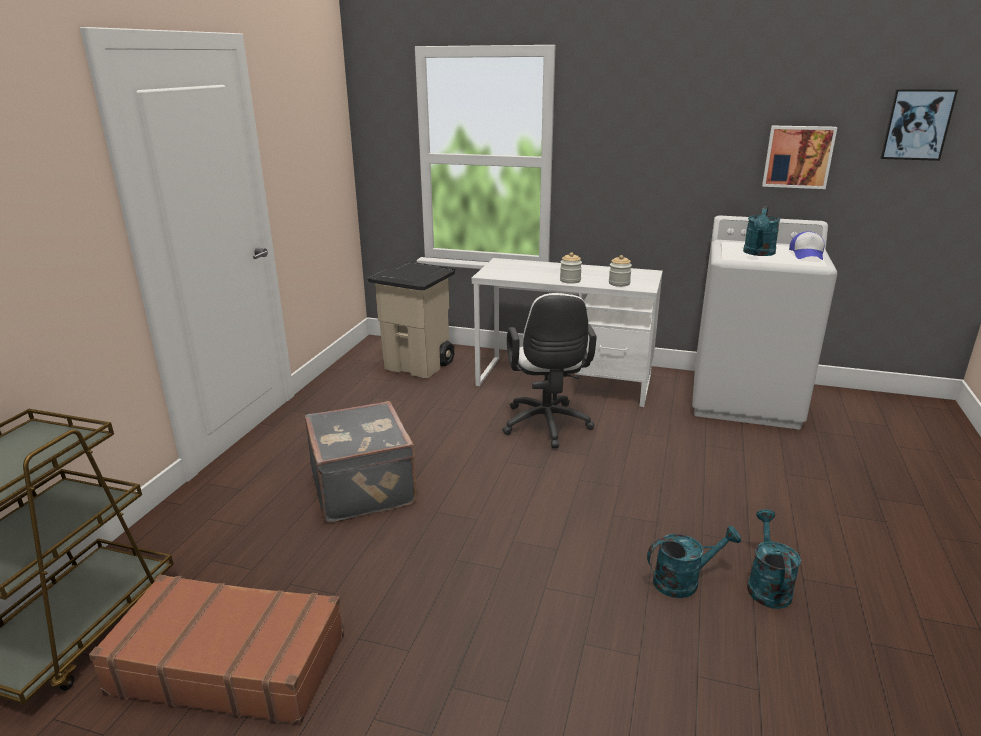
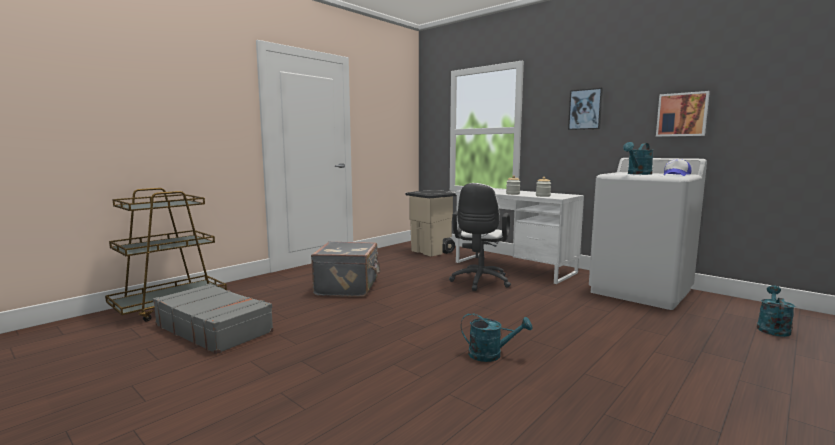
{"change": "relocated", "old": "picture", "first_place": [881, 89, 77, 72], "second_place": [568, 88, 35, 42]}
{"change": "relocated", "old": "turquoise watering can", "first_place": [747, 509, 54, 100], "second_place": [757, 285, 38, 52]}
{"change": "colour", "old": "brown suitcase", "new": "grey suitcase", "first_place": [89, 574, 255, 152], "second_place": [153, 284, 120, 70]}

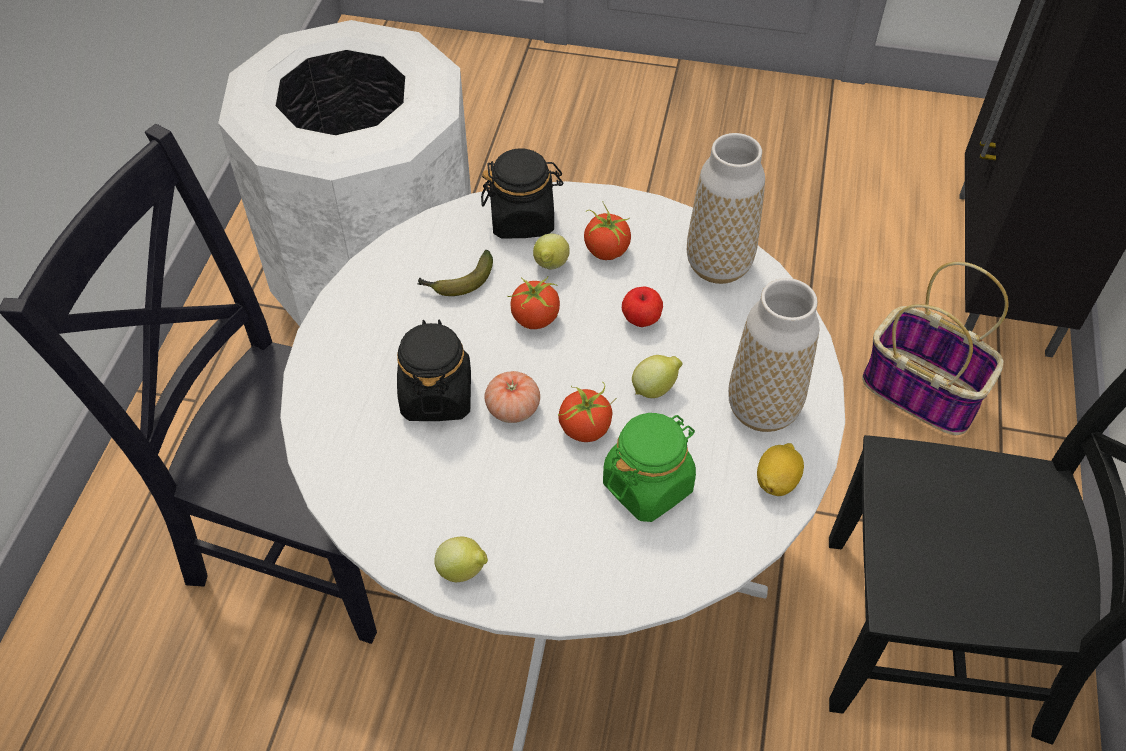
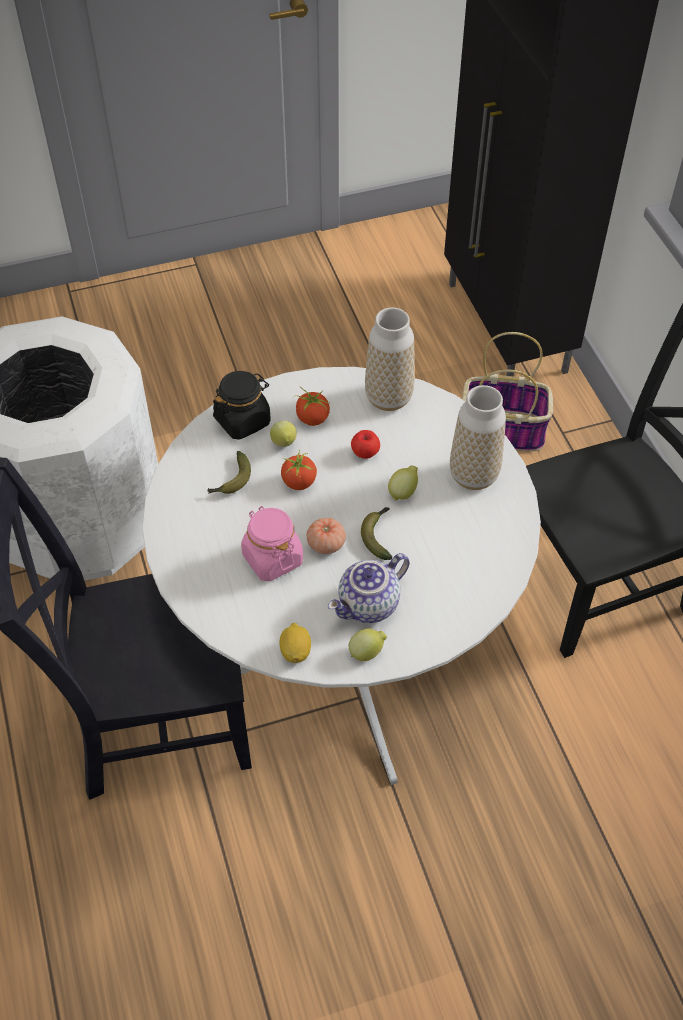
{"change": "colour", "old": "black jar", "new": "pink jar", "first_place": [397, 320, 74, 101], "second_place": [241, 506, 62, 75]}
{"change": "exchanged", "old": "tomato", "new": "banana", "first_place": [558, 382, 59, 60], "second_place": [361, 507, 31, 53]}
{"change": "missing", "old": "green jar", "first_place": [603, 413, 93, 109]}
{"change": "relocated", "old": "lemon", "first_place": [757, 443, 47, 53], "second_place": [279, 623, 32, 40]}
{"change": "appeared", "new": "teapot", "second_place": [328, 553, 81, 70]}

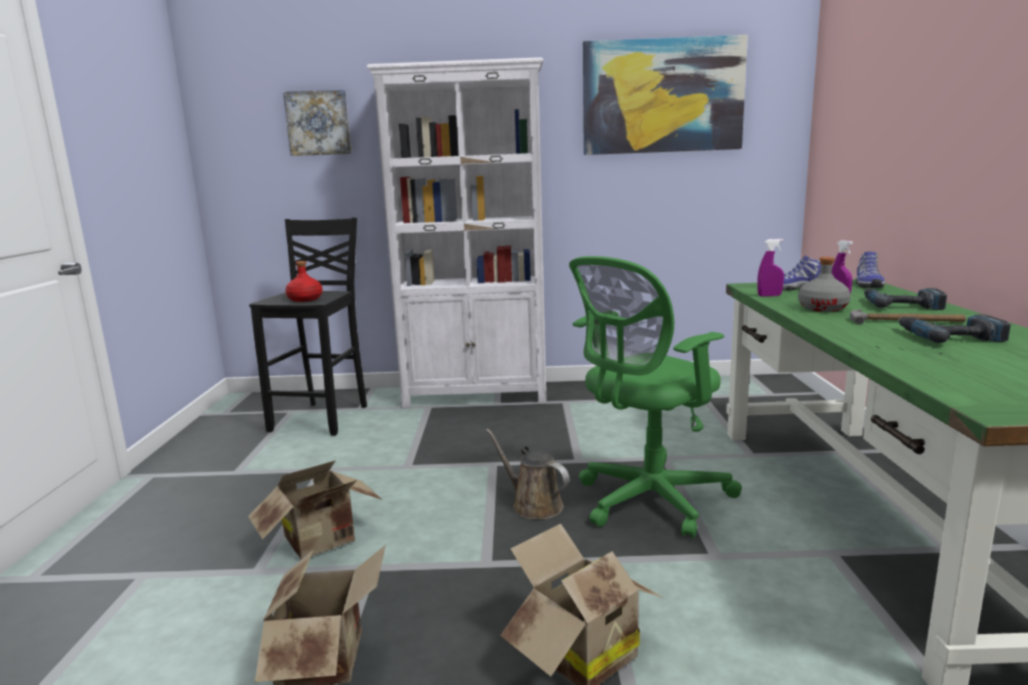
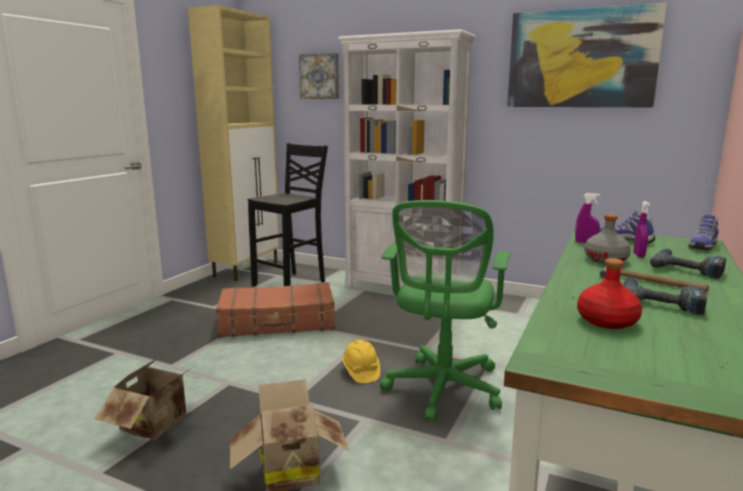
{"change": "spun", "old": "green office chair", "first_place": [569, 256, 173, 282], "second_place": [380, 200, 130, 222], "degrees": -60}
{"change": "relocated", "old": "red bottle", "first_place": [285, 261, 38, 41], "second_place": [577, 258, 65, 71]}
{"change": "exchanged", "old": "brown watering can", "new": "yellow hard hat", "first_place": [486, 429, 84, 91], "second_place": [342, 340, 38, 43]}
{"change": "missing", "old": "cardboard box", "first_place": [248, 460, 134, 99]}
{"change": "appeared", "new": "beige cabinet", "second_place": [188, 5, 92, 276]}
{"change": "appeared", "new": "brown suitcase", "second_place": [216, 282, 119, 55]}

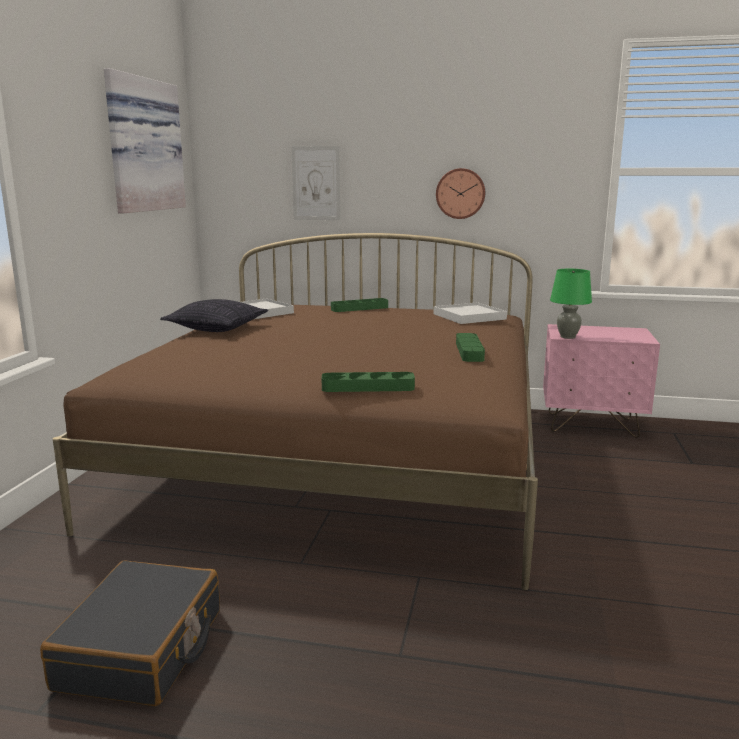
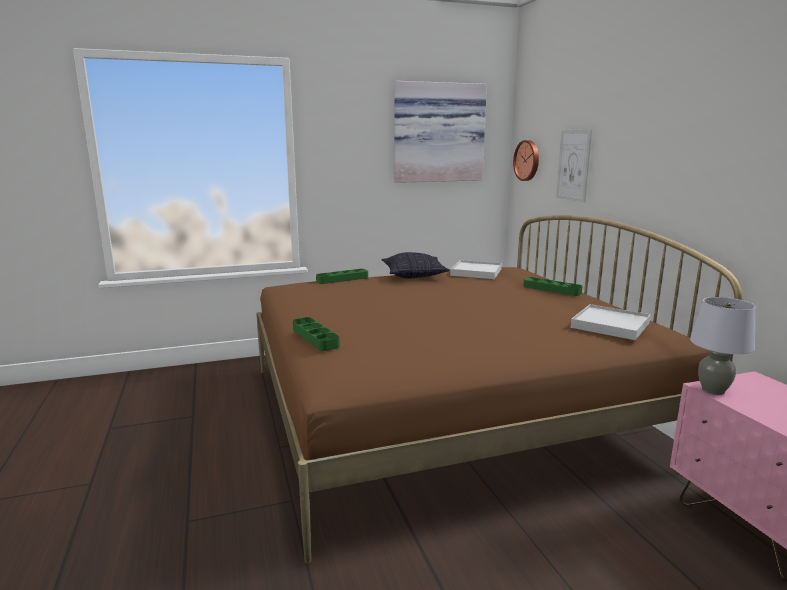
{"change": "relocated", "old": "wall clock", "first_place": [436, 168, 49, 51], "second_place": [513, 140, 26, 41]}
{"change": "colour", "old": "green table lamp", "new": "grey table lamp", "first_place": [550, 269, 42, 70], "second_place": [690, 297, 65, 98]}
{"change": "relocated", "old": "green tray", "first_place": [456, 333, 29, 29], "second_place": [316, 269, 52, 15]}
{"change": "missing", "old": "black suitcase", "first_place": [40, 561, 180, 145]}

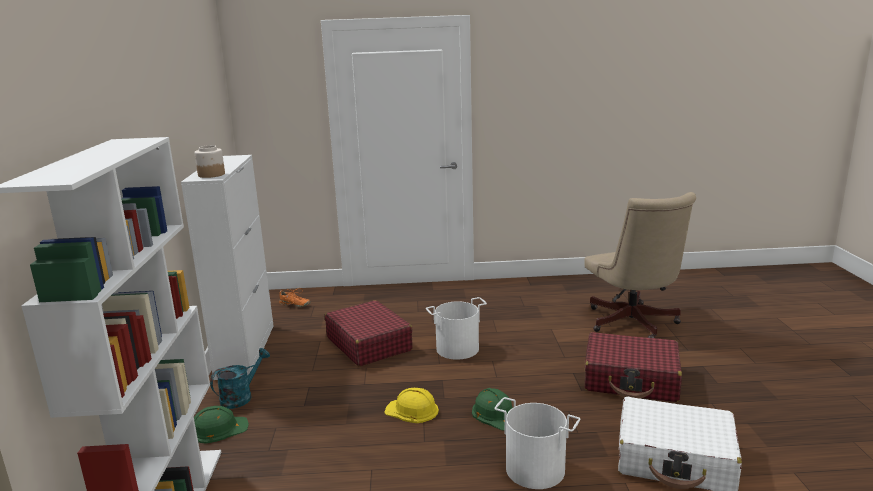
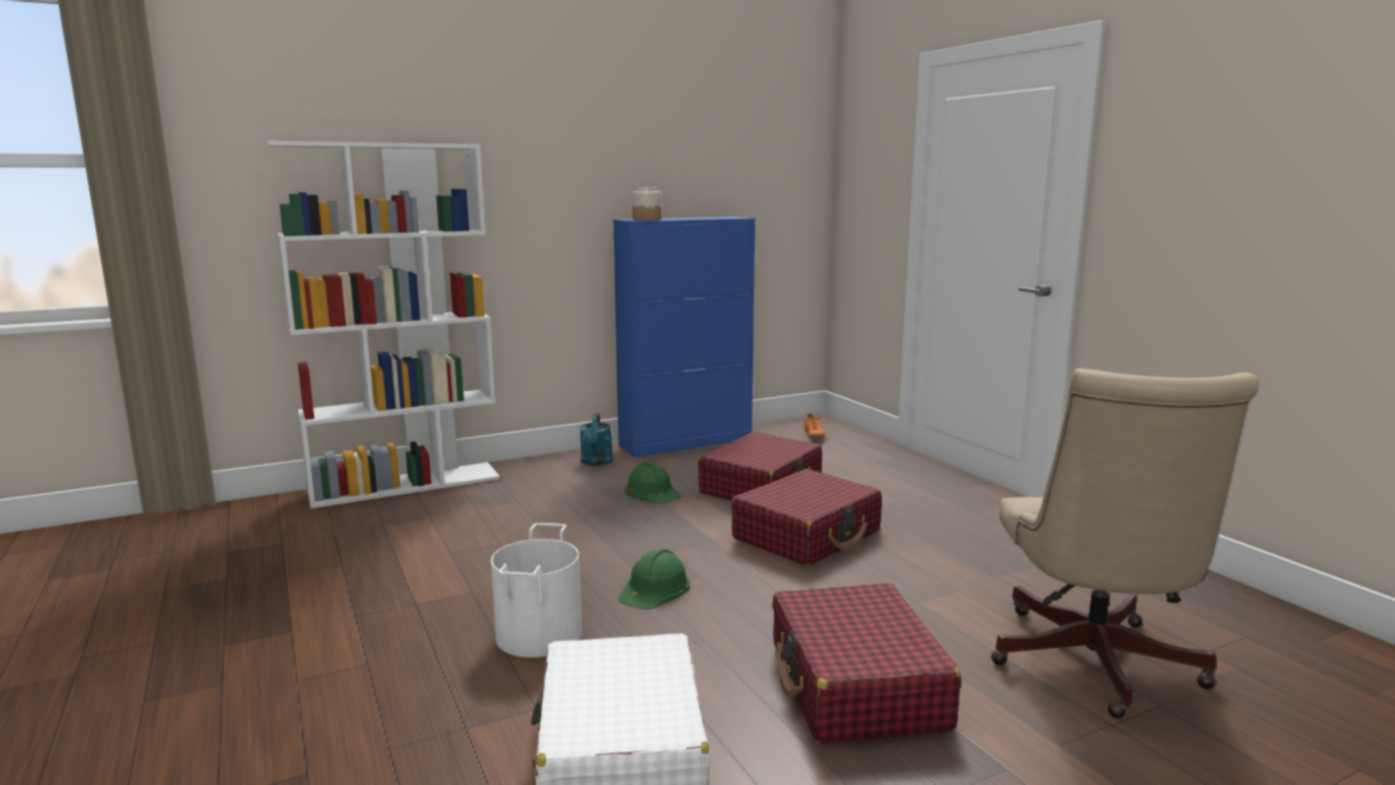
{"change": "colour", "old": "white cabinet", "new": "blue cabinet", "first_place": [181, 155, 92, 225], "second_place": [613, 217, 142, 240]}
{"change": "spun", "old": "beige office chair", "first_place": [584, 192, 112, 146], "second_place": [991, 369, 268, 349], "degrees": -45}
{"change": "exchanged", "old": "white bucket", "new": "red suitcase", "first_place": [426, 297, 61, 63], "second_place": [731, 469, 151, 97]}
{"change": "spun", "old": "turquoise watering can", "first_place": [210, 348, 60, 61], "second_place": [580, 413, 33, 53], "degrees": 75}
{"change": "missing", "old": "yellow hard hat", "first_place": [384, 388, 55, 35]}
{"change": "relocated", "old": "green hard hat", "first_place": [194, 406, 55, 38], "second_place": [625, 462, 56, 41]}

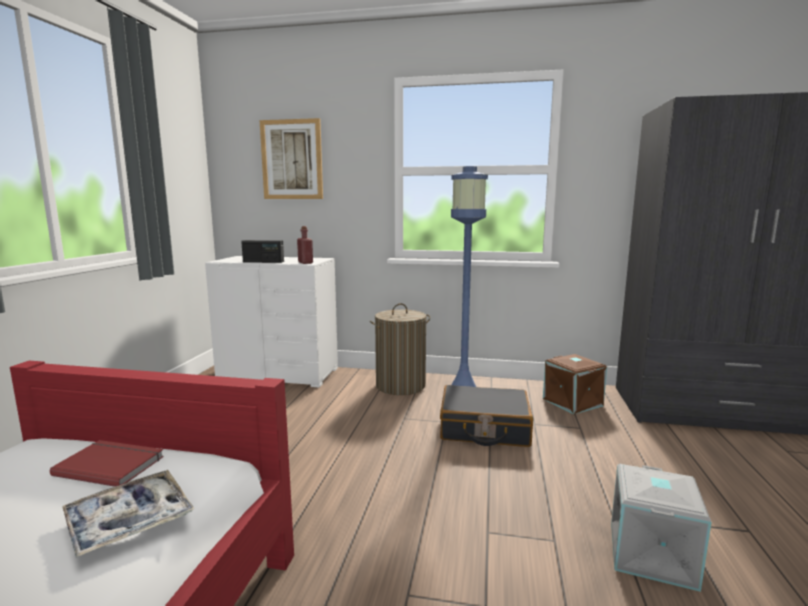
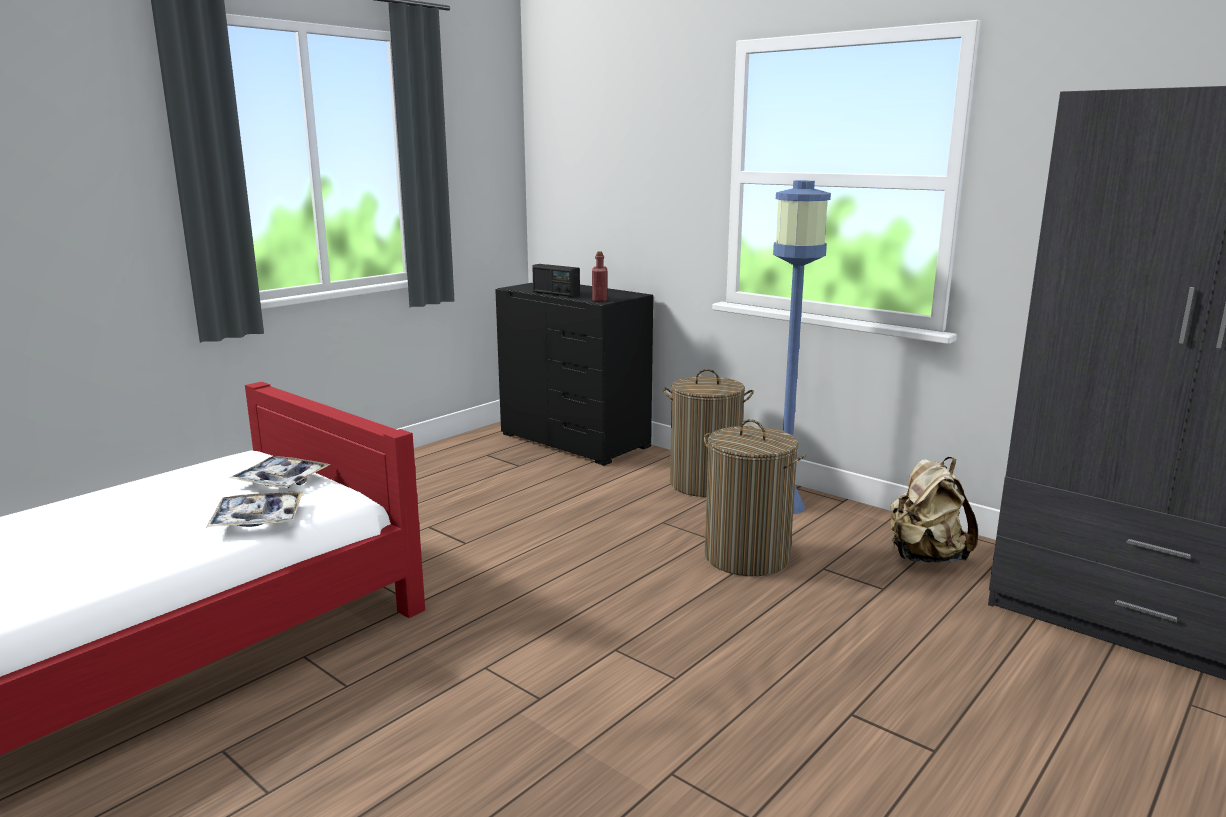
{"change": "missing", "old": "picture", "first_place": [260, 118, 63, 81]}
{"change": "colour", "old": "white dresser", "new": "black dresser", "first_place": [205, 256, 133, 132], "second_place": [495, 283, 158, 183]}
{"change": "exchanged", "old": "brown storage box", "new": "beige backpack", "first_place": [543, 354, 64, 61], "second_place": [890, 457, 88, 106]}
{"change": "exchanged", "old": "black suitcase", "new": "laundry basket", "first_place": [440, 385, 93, 62], "second_place": [704, 419, 102, 157]}
{"change": "exchanged", "old": "red book", "new": "tray", "first_place": [50, 440, 114, 47], "second_place": [229, 456, 101, 32]}
{"change": "missing", "old": "grey storage box", "first_place": [611, 464, 100, 128]}

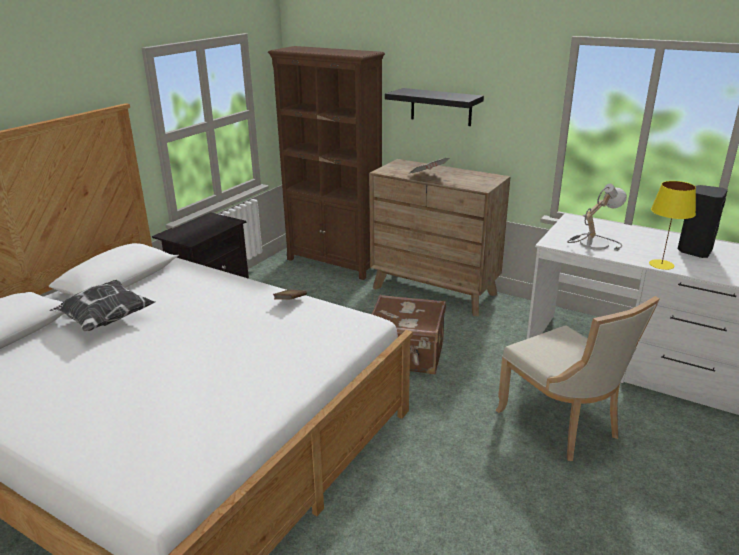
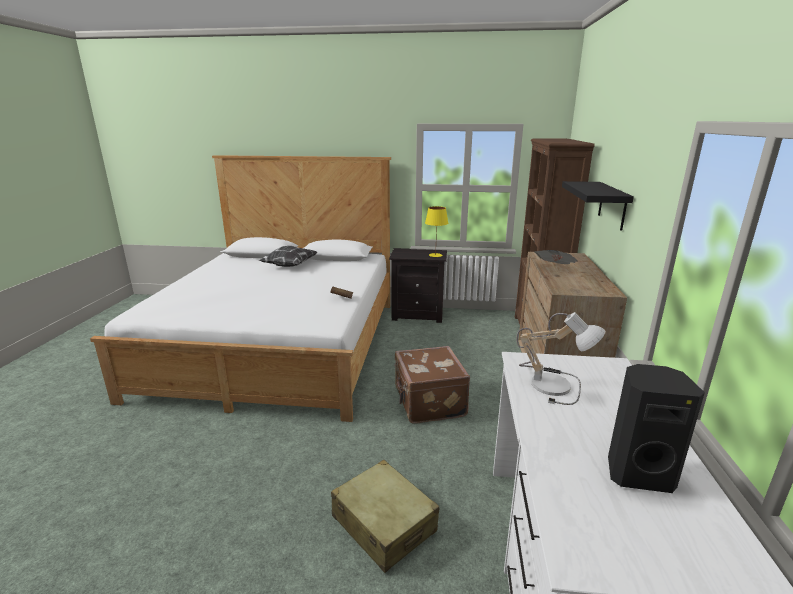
{"change": "relocated", "old": "yellow table lamp", "first_place": [649, 181, 47, 89], "second_place": [425, 206, 23, 51]}
{"change": "exchanged", "old": "beige chair", "new": "beige suitcase", "first_place": [496, 296, 164, 165], "second_place": [331, 460, 108, 113]}

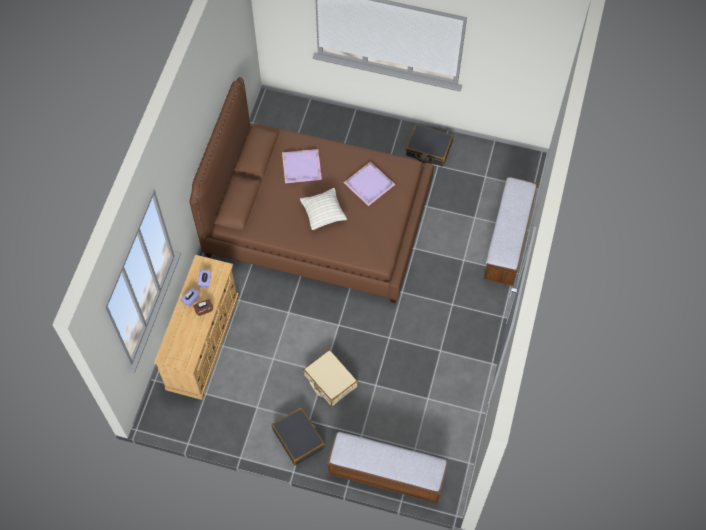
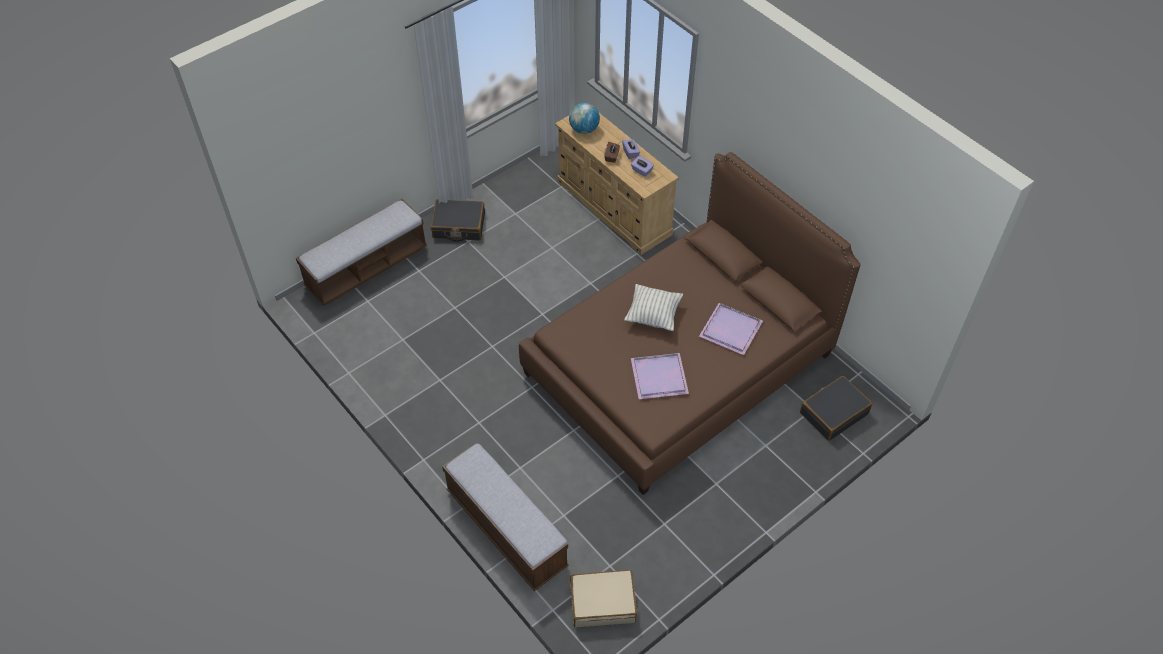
{"change": "relocated", "old": "black suitcase", "first_place": [406, 124, 47, 43], "second_place": [800, 376, 72, 65]}
{"change": "relocated", "old": "beige suitcase", "first_place": [303, 350, 55, 56], "second_place": [570, 570, 67, 58]}
{"change": "appeared", "new": "globe", "second_place": [569, 102, 31, 32]}

